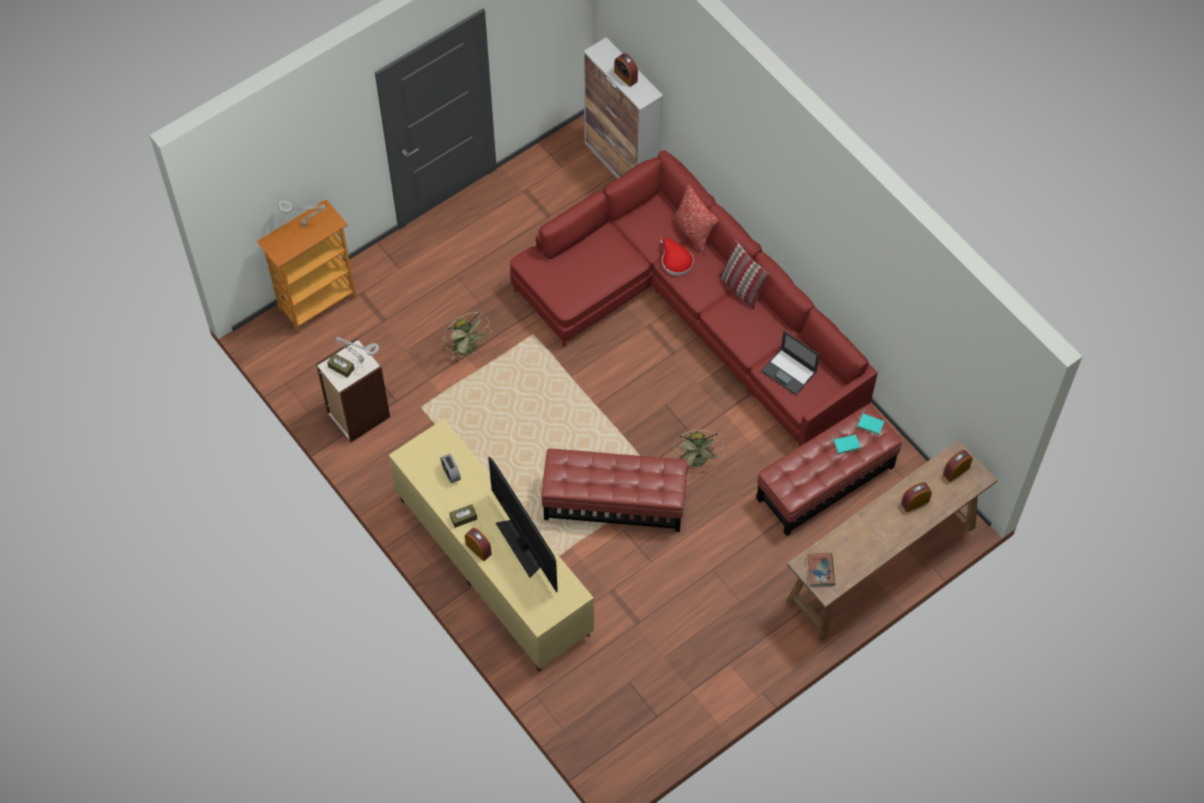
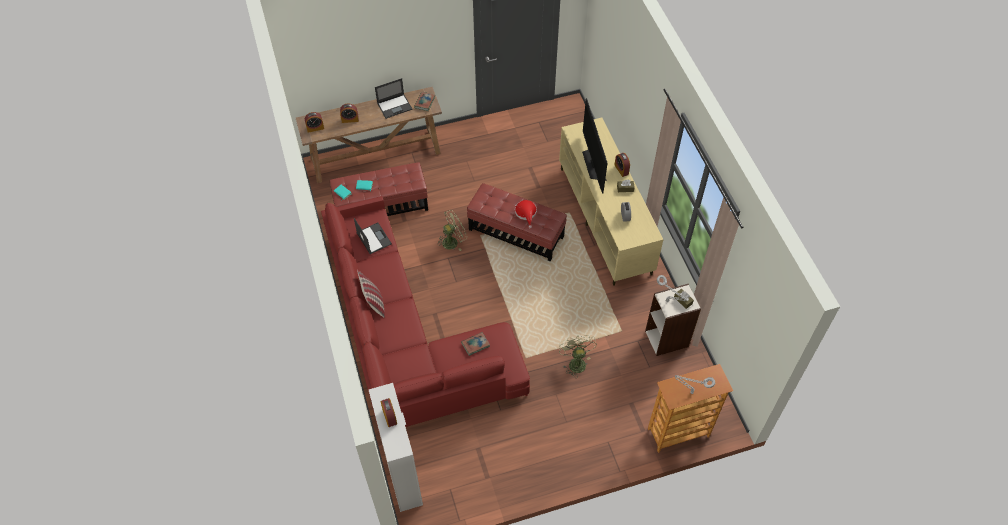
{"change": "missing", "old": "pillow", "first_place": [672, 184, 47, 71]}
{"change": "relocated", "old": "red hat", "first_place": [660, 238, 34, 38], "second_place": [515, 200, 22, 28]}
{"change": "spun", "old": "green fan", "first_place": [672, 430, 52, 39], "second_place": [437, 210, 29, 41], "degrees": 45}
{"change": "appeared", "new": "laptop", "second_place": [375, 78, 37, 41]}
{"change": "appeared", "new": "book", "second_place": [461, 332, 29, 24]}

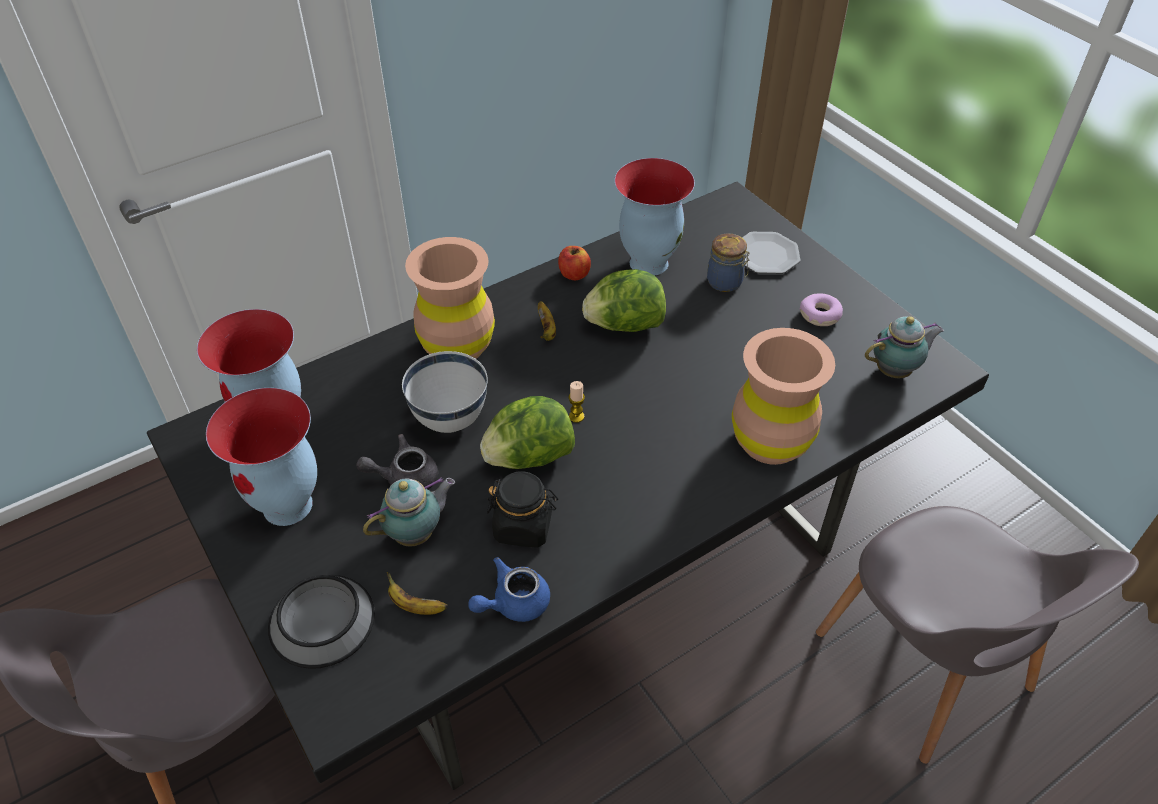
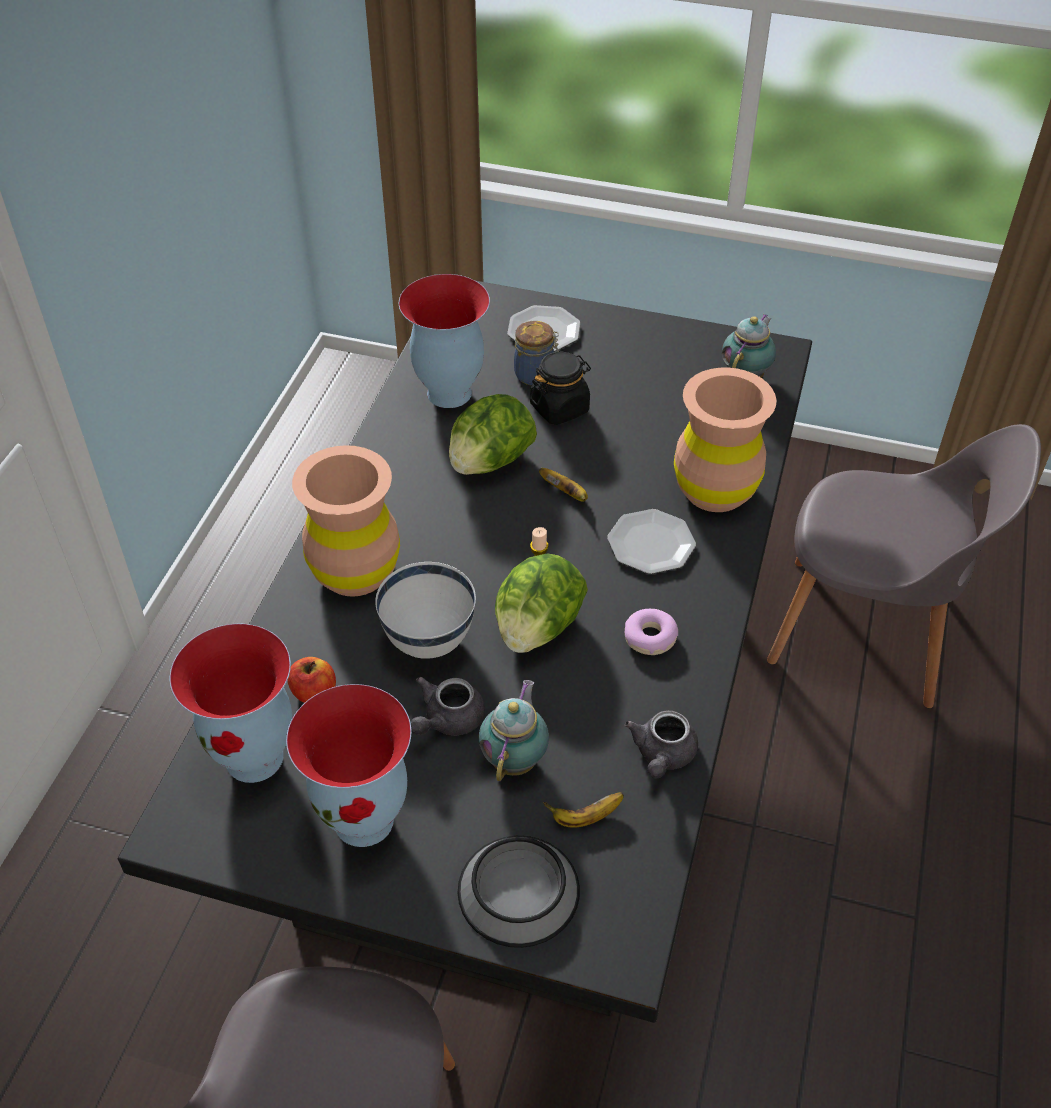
{"change": "relocated", "old": "apple", "first_place": [558, 246, 33, 34], "second_place": [287, 657, 49, 46]}
{"change": "relocated", "old": "donut", "first_place": [800, 293, 43, 33], "second_place": [625, 609, 53, 46]}
{"change": "relocated", "old": "banana", "first_place": [538, 301, 18, 40], "second_place": [539, 468, 49, 34]}
{"change": "relocated", "old": "black jar", "first_place": [487, 471, 71, 77], "second_place": [530, 351, 61, 74]}
{"change": "colour", "old": "blue teapot", "new": "grey teapot", "first_place": [468, 557, 82, 65], "second_place": [625, 710, 73, 68]}
{"change": "appeared", "new": "plate", "second_place": [607, 509, 89, 65]}

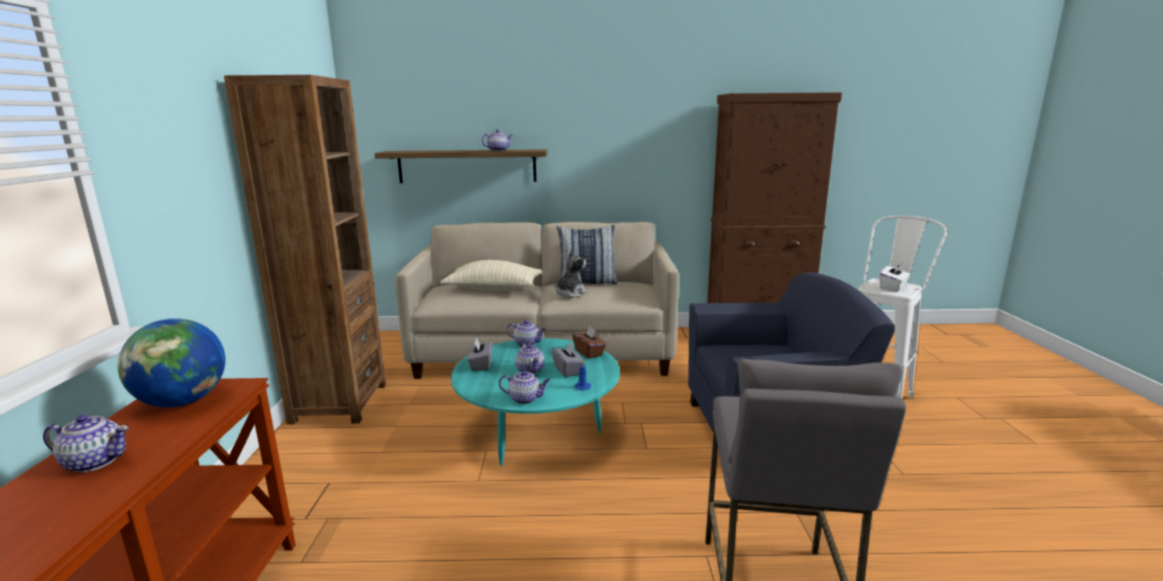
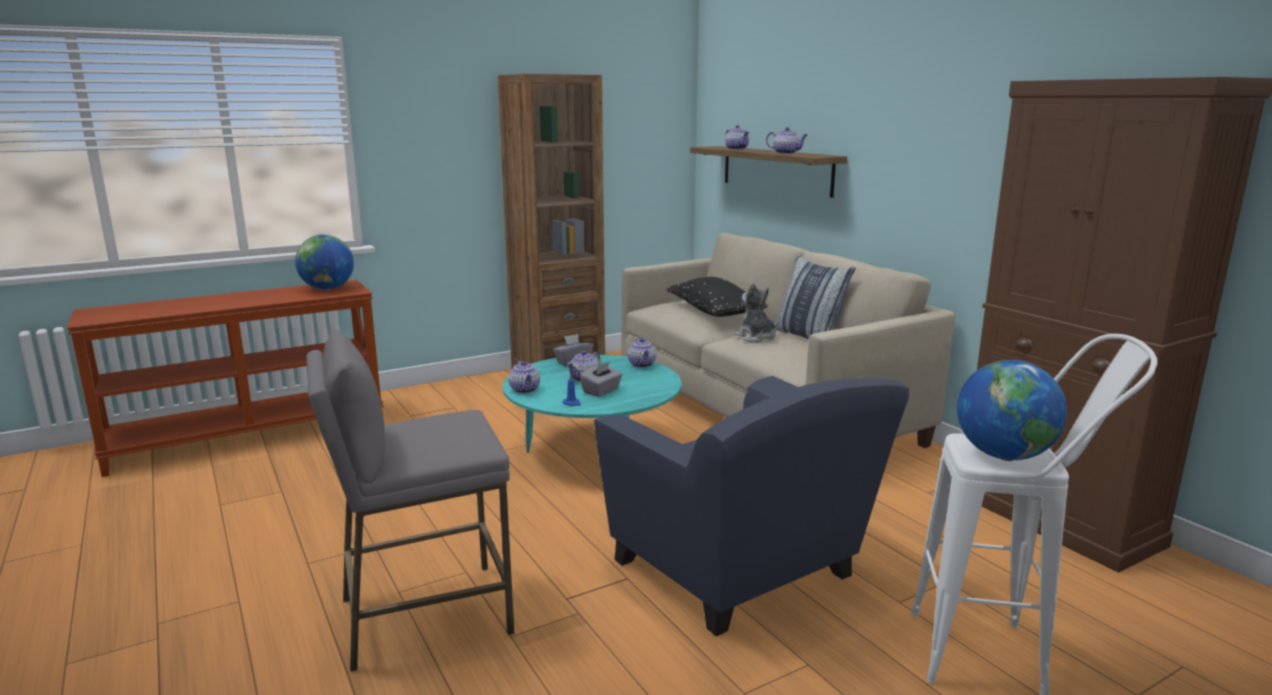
{"change": "spun", "old": "plush toy", "first_place": [554, 250, 34, 48], "second_place": [735, 283, 43, 59], "degrees": -135}
{"change": "colour", "old": "beige pillow", "new": "black pillow", "first_place": [440, 260, 102, 31], "second_place": [666, 277, 102, 40]}
{"change": "exchanged", "old": "white tissue box", "new": "globe", "first_place": [879, 263, 31, 29], "second_place": [957, 360, 110, 100]}
{"change": "missing", "old": "brown tissue box", "first_place": [572, 326, 34, 33]}
{"change": "relocated", "old": "teapot", "first_place": [43, 415, 86, 57], "second_place": [725, 125, 24, 25]}

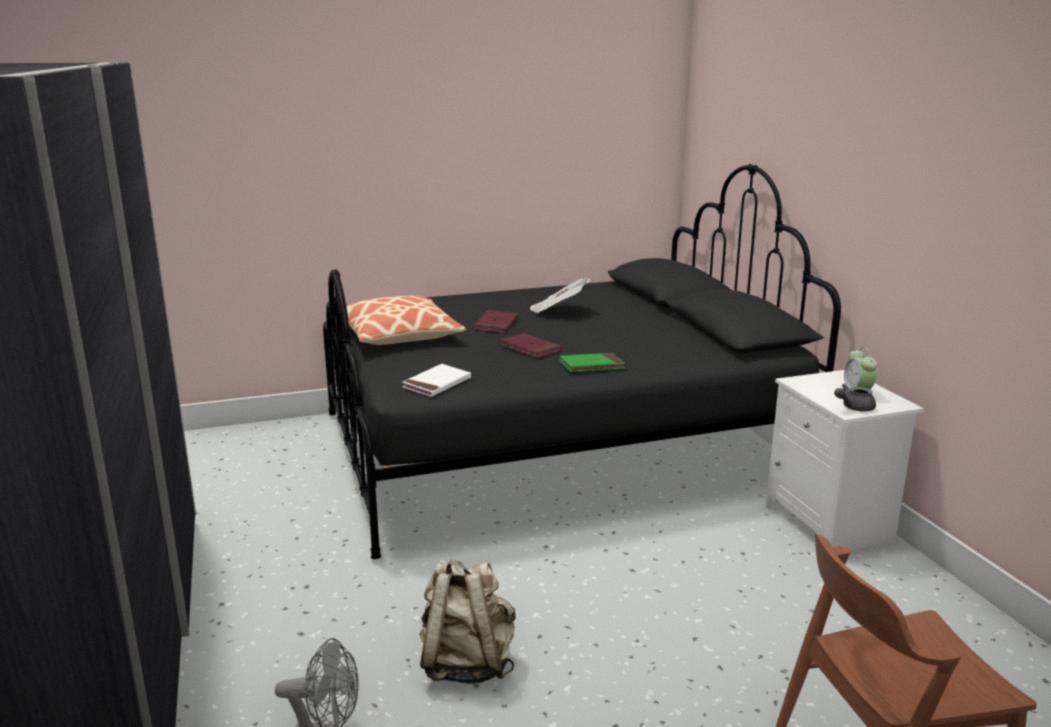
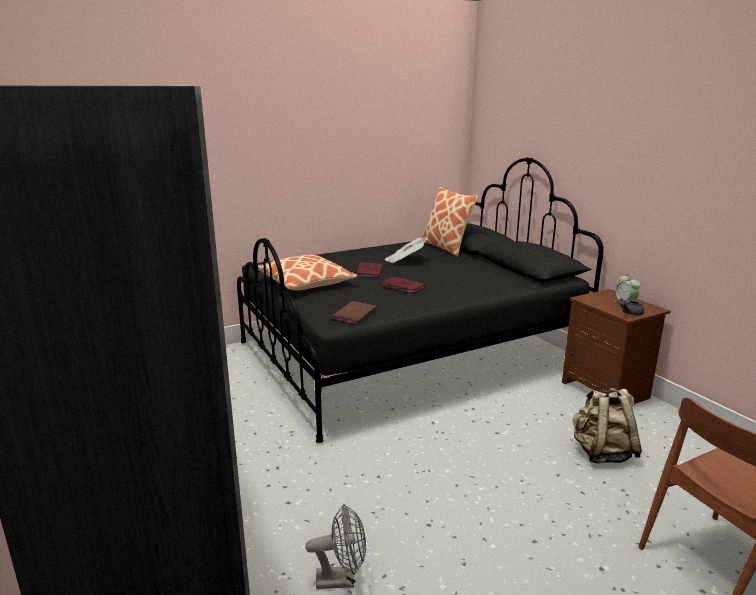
{"change": "missing", "old": "green book", "first_place": [559, 352, 66, 20]}
{"change": "colour", "old": "white book", "new": "brown book", "first_place": [402, 364, 69, 33], "second_place": [332, 301, 44, 24]}
{"change": "colour", "old": "white nightstand", "new": "brown nightstand", "first_place": [766, 370, 158, 181], "second_place": [562, 289, 109, 115]}
{"change": "relocated", "old": "beige backpack", "first_place": [419, 560, 97, 124], "second_place": [573, 388, 69, 76]}
{"change": "appeared", "new": "pillow", "second_place": [422, 186, 57, 71]}

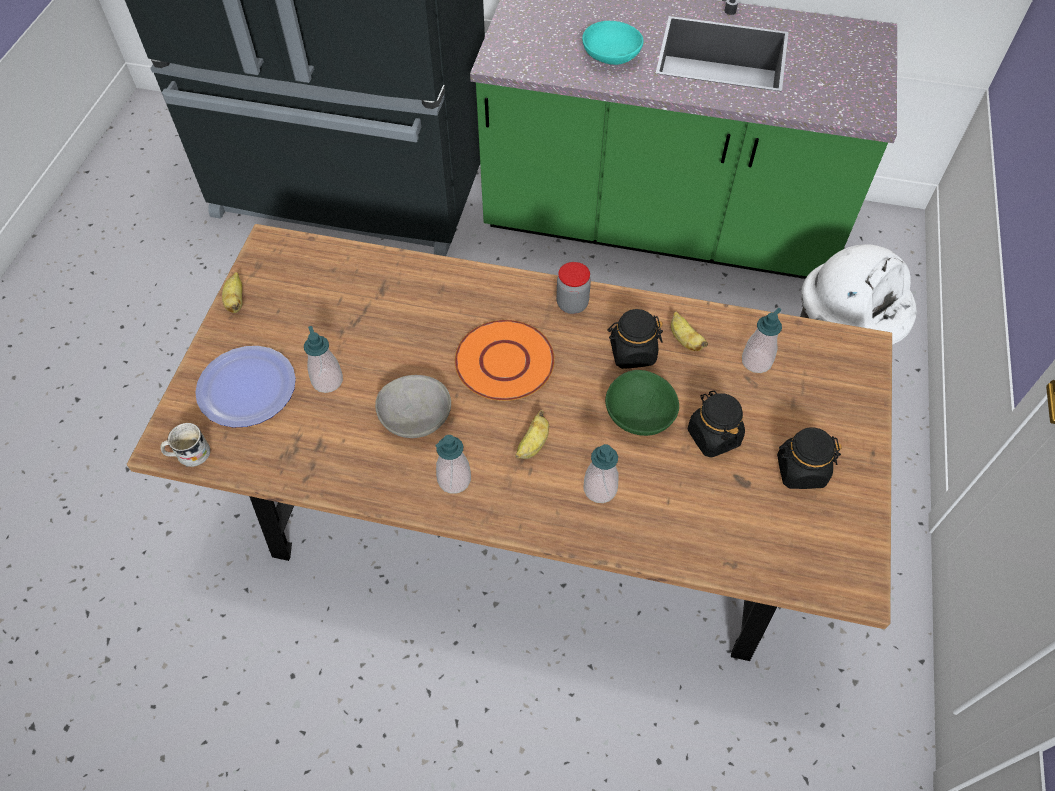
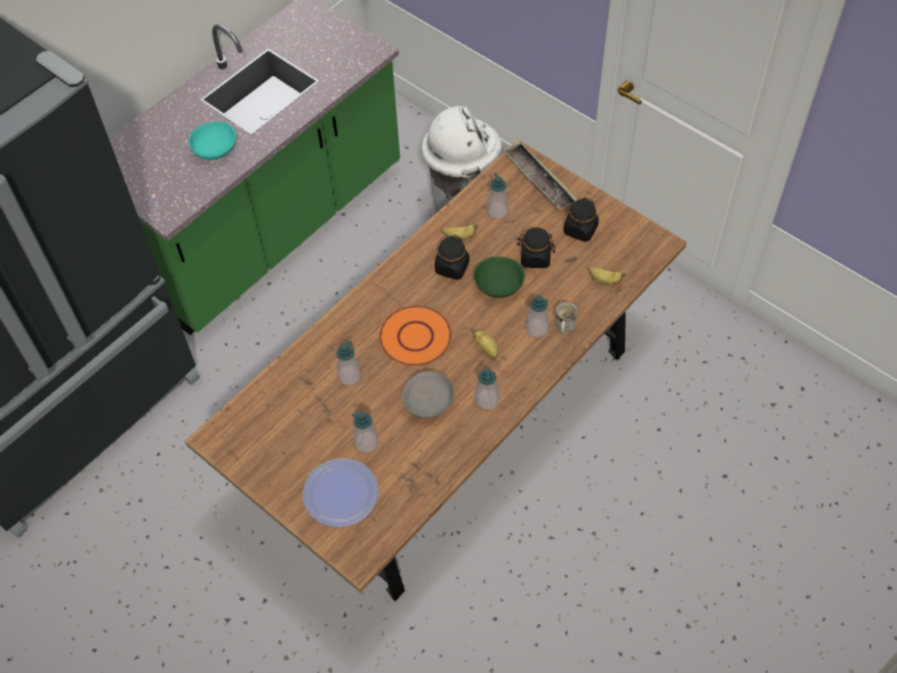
{"change": "missing", "old": "jar", "first_place": [556, 262, 35, 52]}
{"change": "relocated", "old": "banana", "first_place": [222, 272, 20, 41], "second_place": [589, 267, 37, 18]}
{"change": "relocated", "old": "white mug", "first_place": [160, 423, 50, 44], "second_place": [555, 302, 23, 32]}
{"change": "appeared", "new": "tray", "second_place": [502, 141, 75, 69]}
{"change": "appeared", "new": "soap dispenser", "second_place": [337, 341, 24, 44]}

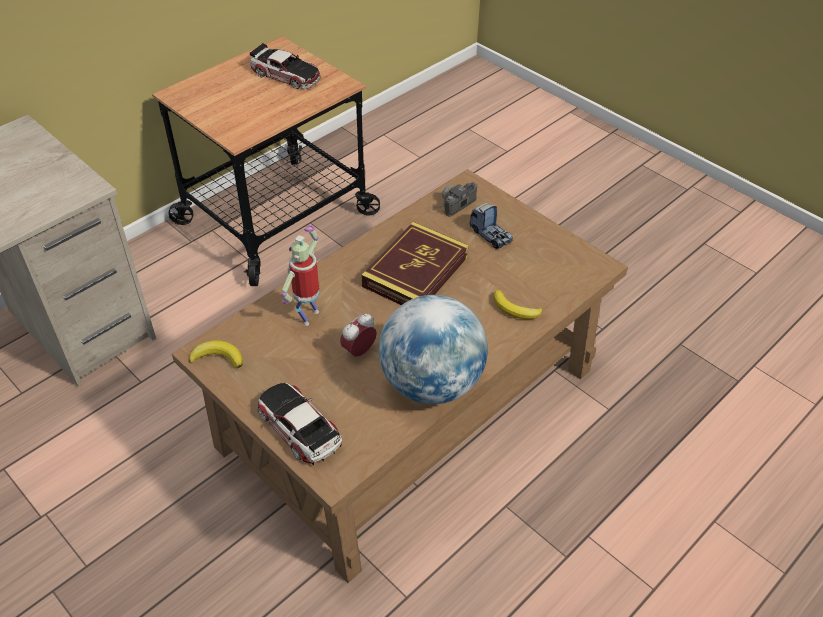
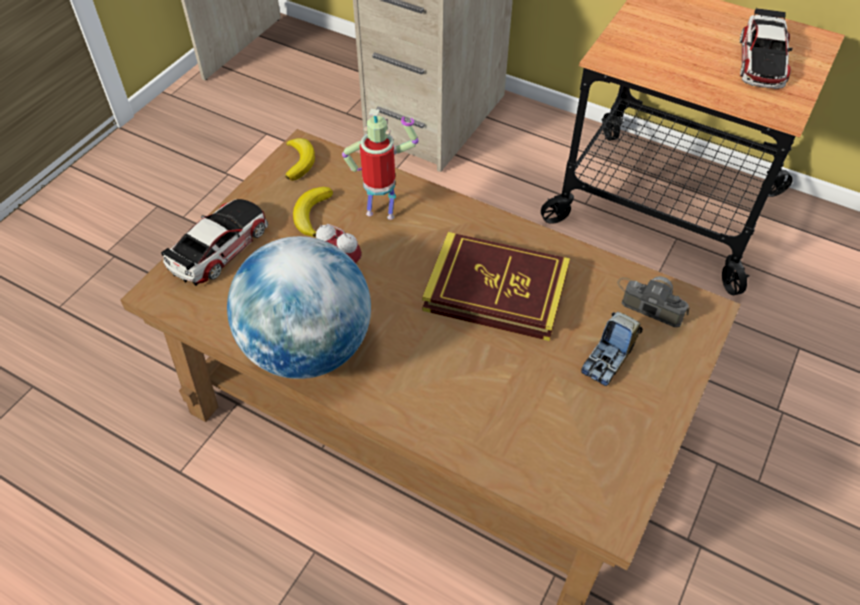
{"change": "relocated", "old": "banana", "first_place": [493, 290, 50, 29], "second_place": [293, 187, 40, 50]}

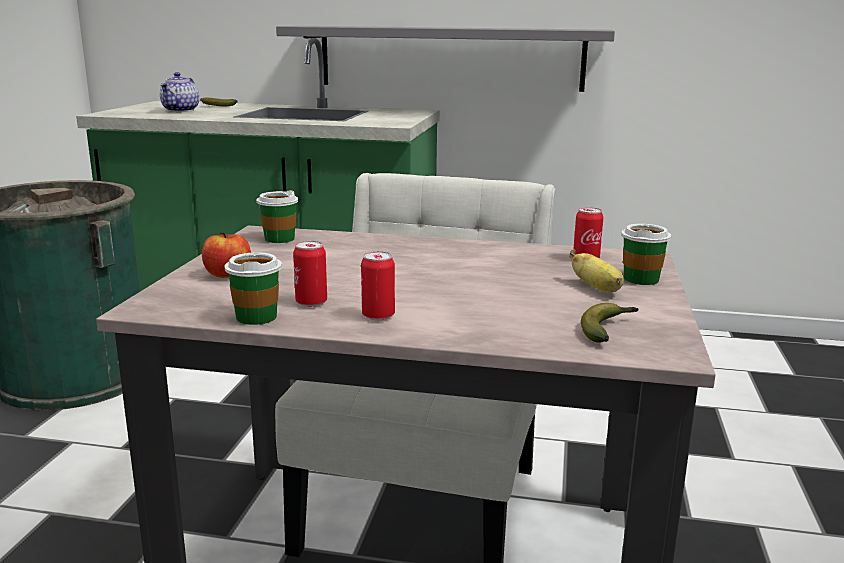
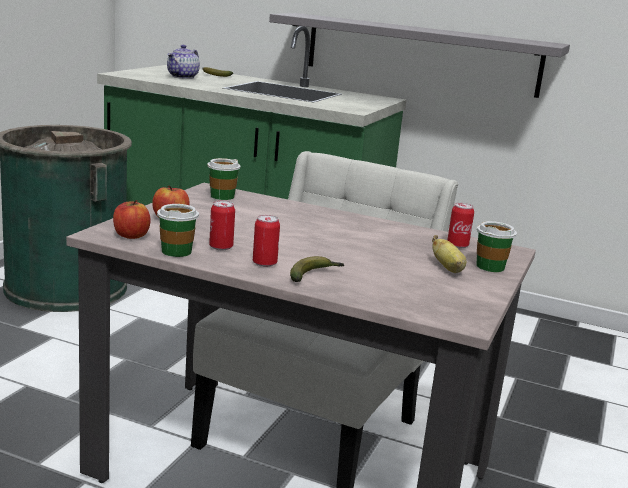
{"change": "relocated", "old": "banana", "first_place": [581, 303, 57, 40], "second_place": [290, 256, 54, 26]}
{"change": "appeared", "new": "apple", "second_place": [113, 200, 38, 39]}

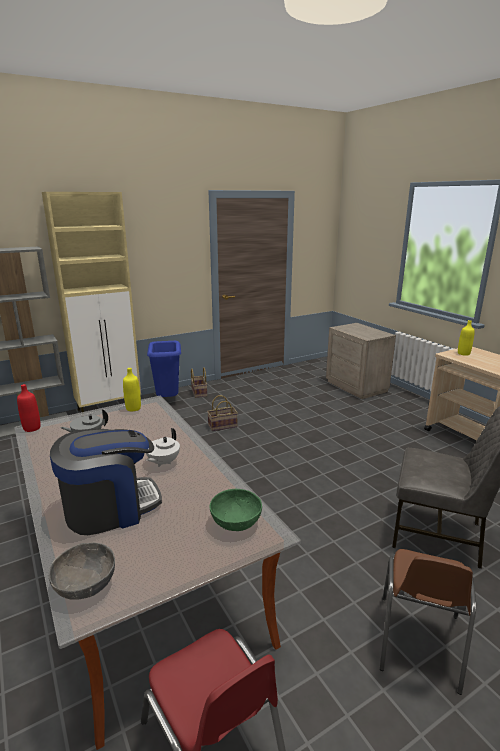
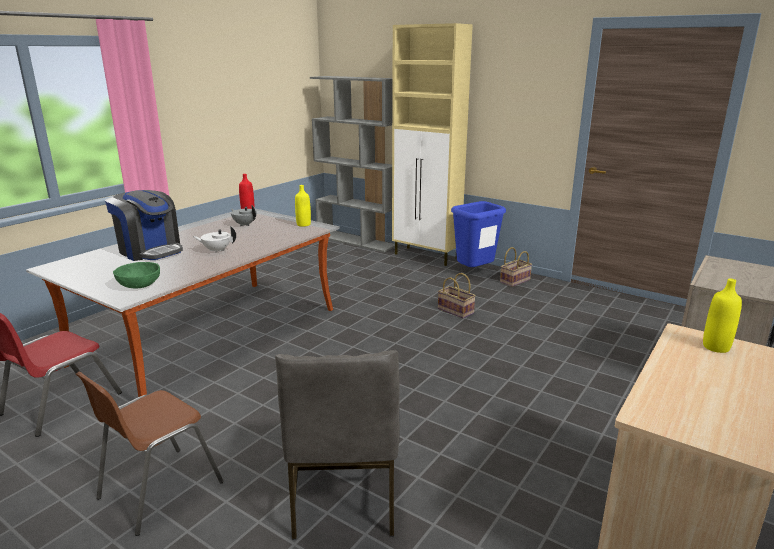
{"change": "missing", "old": "grey bowl", "first_place": [49, 542, 66, 58]}
{"change": "spun", "old": "brown chair", "first_place": [380, 549, 96, 146], "second_place": [76, 372, 148, 164], "degrees": -45}

